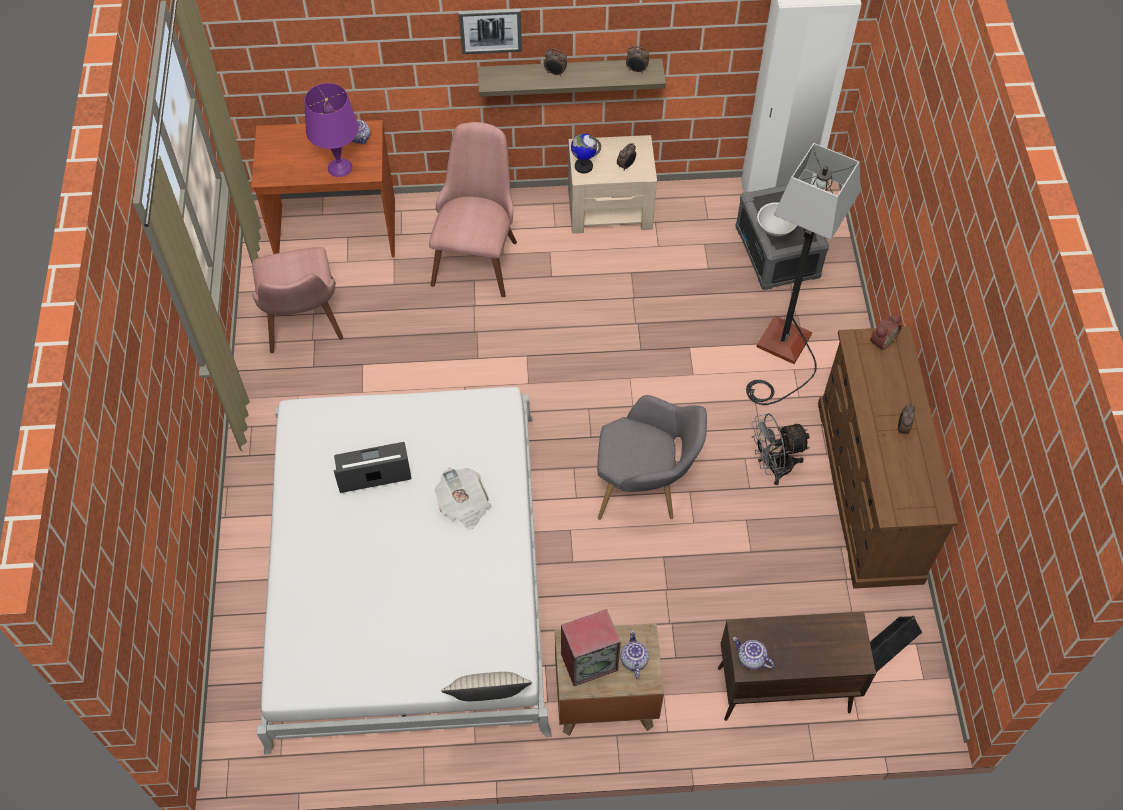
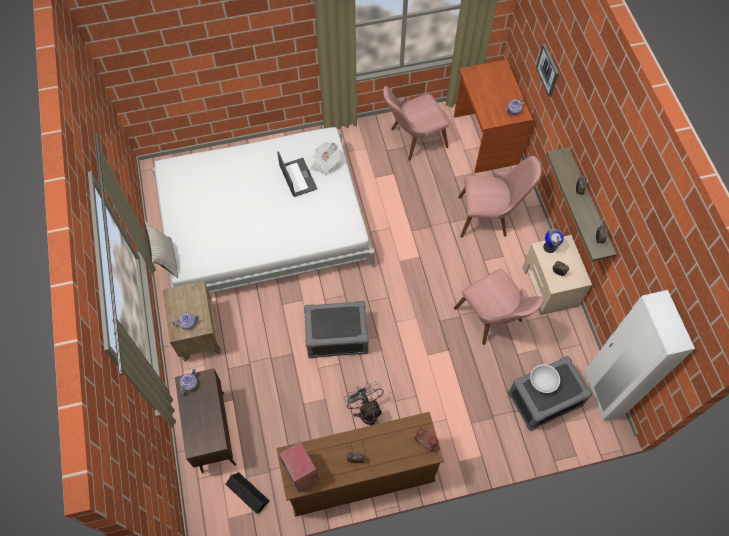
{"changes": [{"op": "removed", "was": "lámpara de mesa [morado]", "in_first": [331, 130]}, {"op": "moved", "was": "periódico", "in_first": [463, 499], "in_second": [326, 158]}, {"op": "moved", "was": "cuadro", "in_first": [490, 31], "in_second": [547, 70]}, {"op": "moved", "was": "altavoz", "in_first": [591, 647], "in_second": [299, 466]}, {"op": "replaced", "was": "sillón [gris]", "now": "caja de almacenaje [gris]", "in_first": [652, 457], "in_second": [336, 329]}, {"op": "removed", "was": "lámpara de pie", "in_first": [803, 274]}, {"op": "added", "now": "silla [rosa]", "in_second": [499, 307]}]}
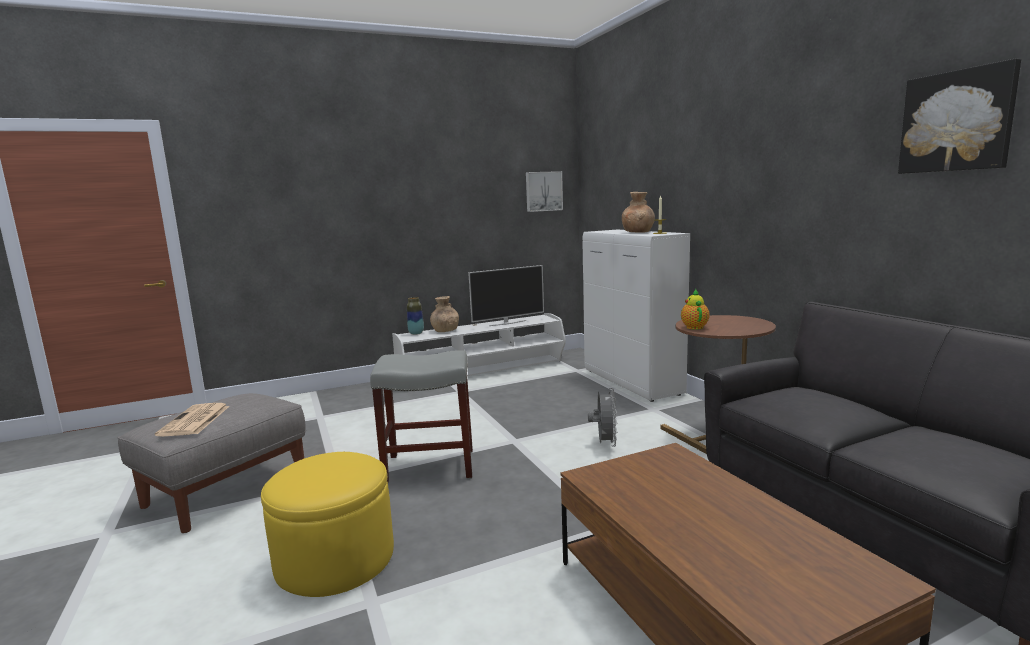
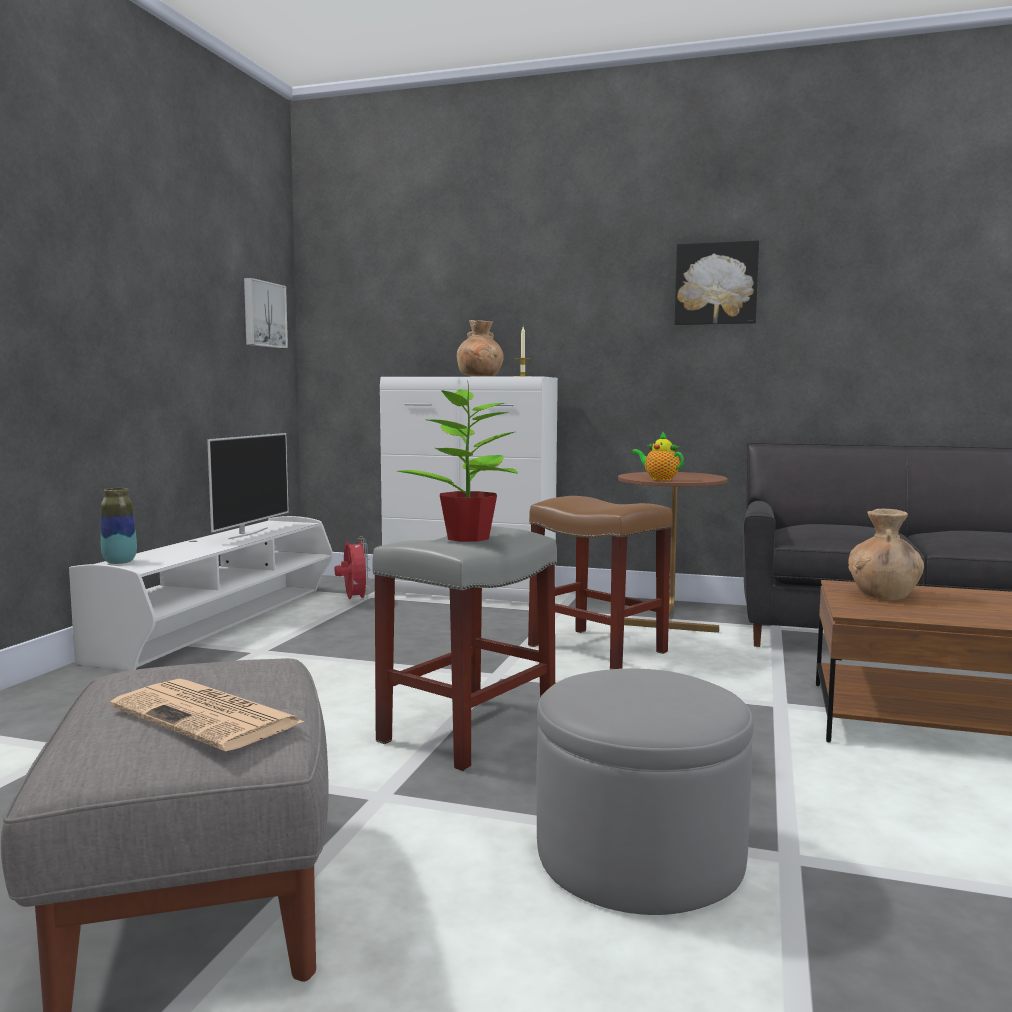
{"changes": [{"op": "recoloured", "was": "puf [amarillo]", "now": "puf [gris]", "in_first": [327, 524], "in_second": [645, 792]}, {"op": "moved", "was": "florero [marrón]", "in_first": [444, 314], "in_second": [886, 554]}, {"op": "replaced", "was": "ventilador [gris]", "now": "taburete [marrón]", "in_first": [602, 417], "in_second": [600, 582]}, {"op": "moved", "was": "cuadro", "in_first": [959, 116], "in_second": [717, 282]}, {"op": "added", "now": "ventilador [rojo]", "in_second": [353, 569]}, {"op": "added", "now": "planta en maceta", "in_second": [457, 461]}]}
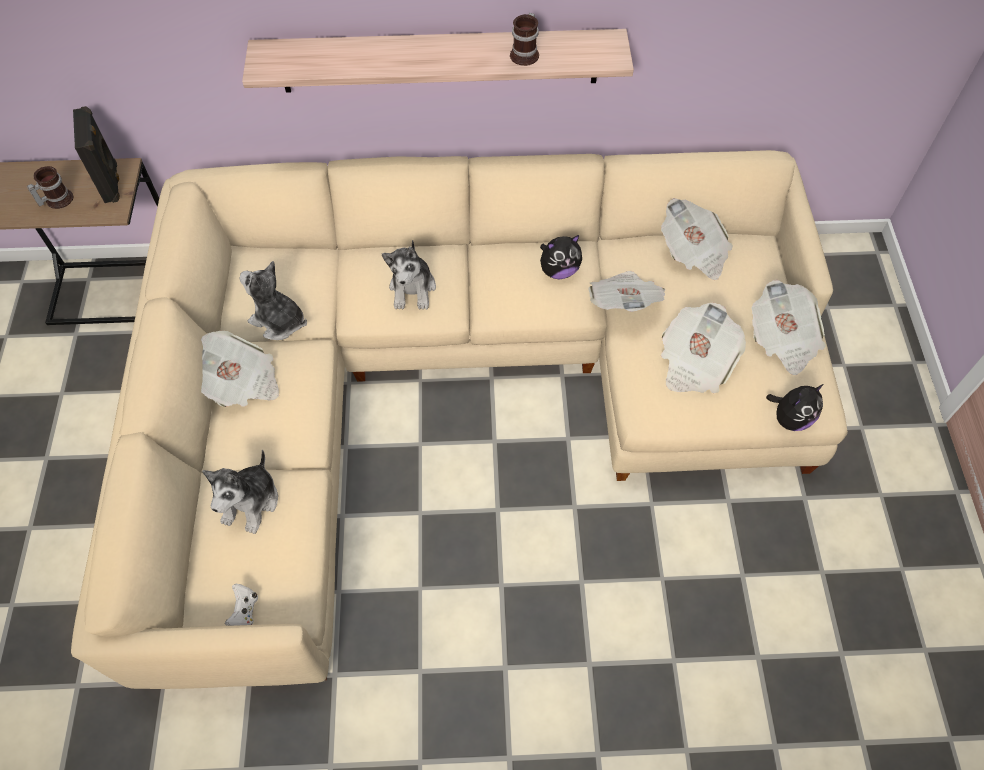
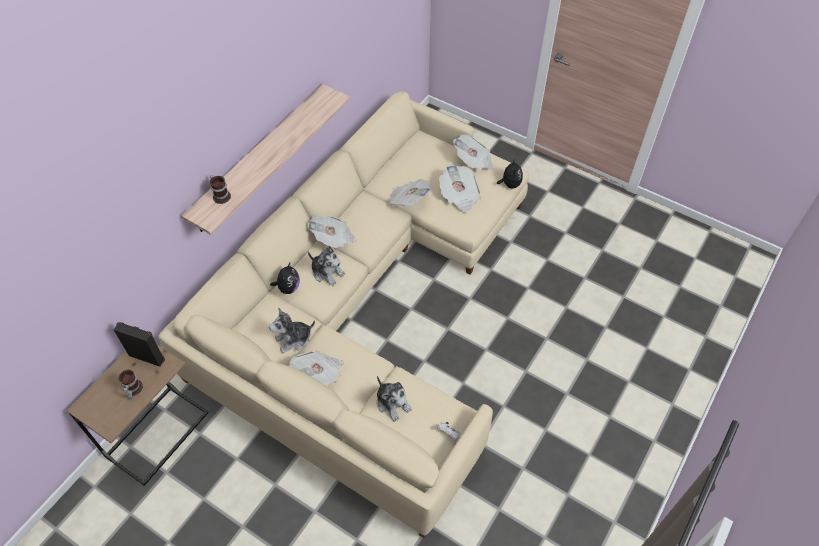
{"changes": [{"op": "moved", "was": "taza grande", "in_first": [524, 39], "in_second": [220, 189]}, {"op": "moved", "was": "peluche", "in_first": [561, 257], "in_second": [285, 278]}, {"op": "moved", "was": "periódico", "in_first": [697, 239], "in_second": [332, 231]}]}
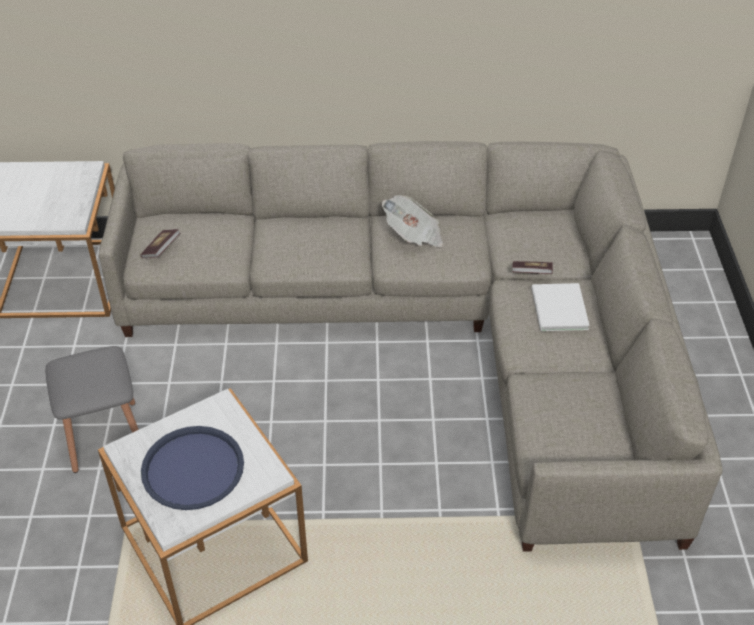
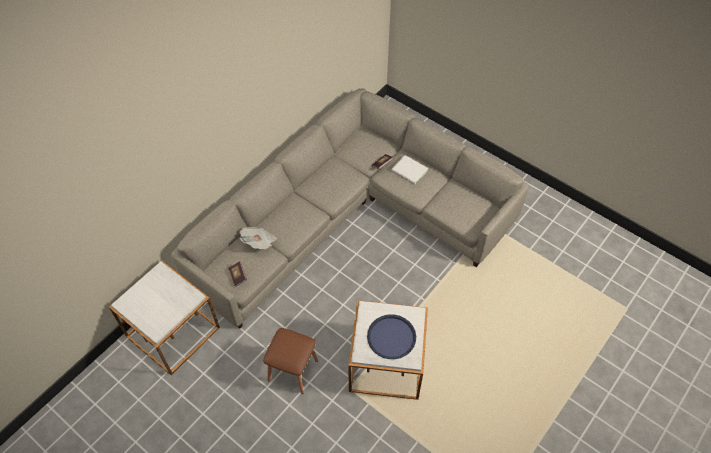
{"changes": [{"op": "recoloured", "was": "taburete [gris]", "now": "taburete [marrón]", "in_first": [92, 409], "in_second": [290, 361]}, {"op": "moved", "was": "periódico", "in_first": [412, 221], "in_second": [258, 238]}]}
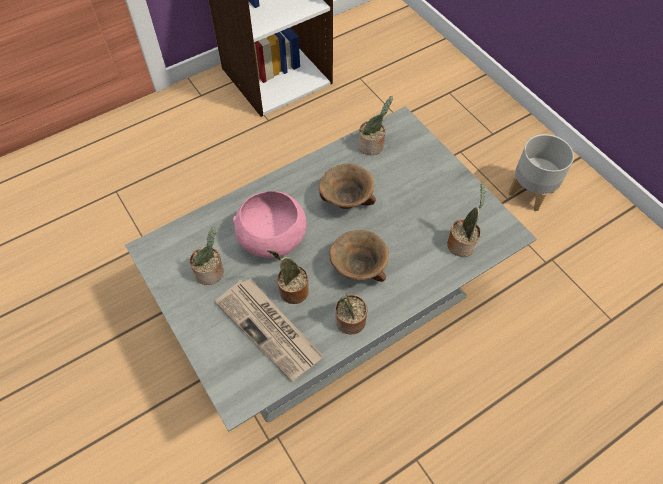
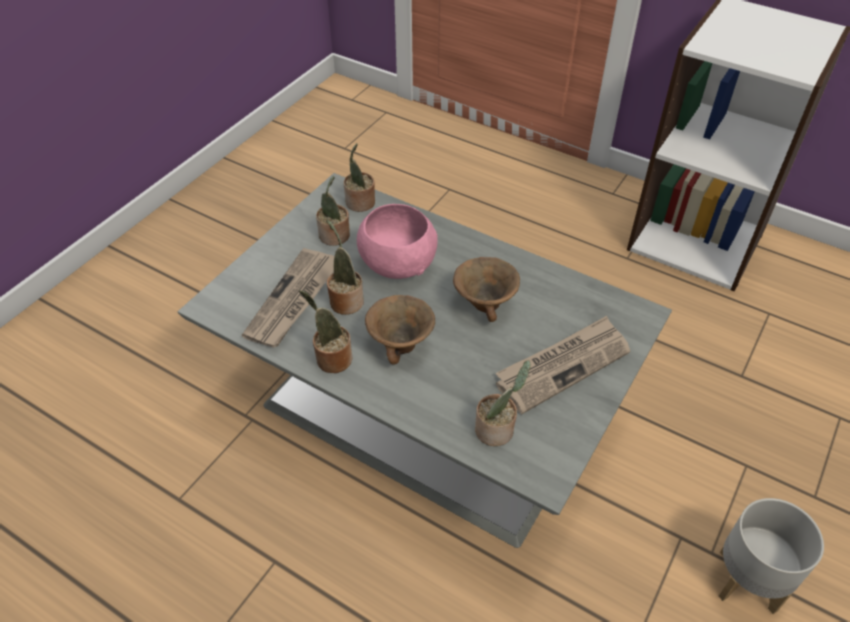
{"changes": [{"op": "moved", "was": "planta en maceta", "in_first": [375, 125], "in_second": [359, 177]}, {"op": "added", "now": "periódico", "in_second": [563, 365]}]}
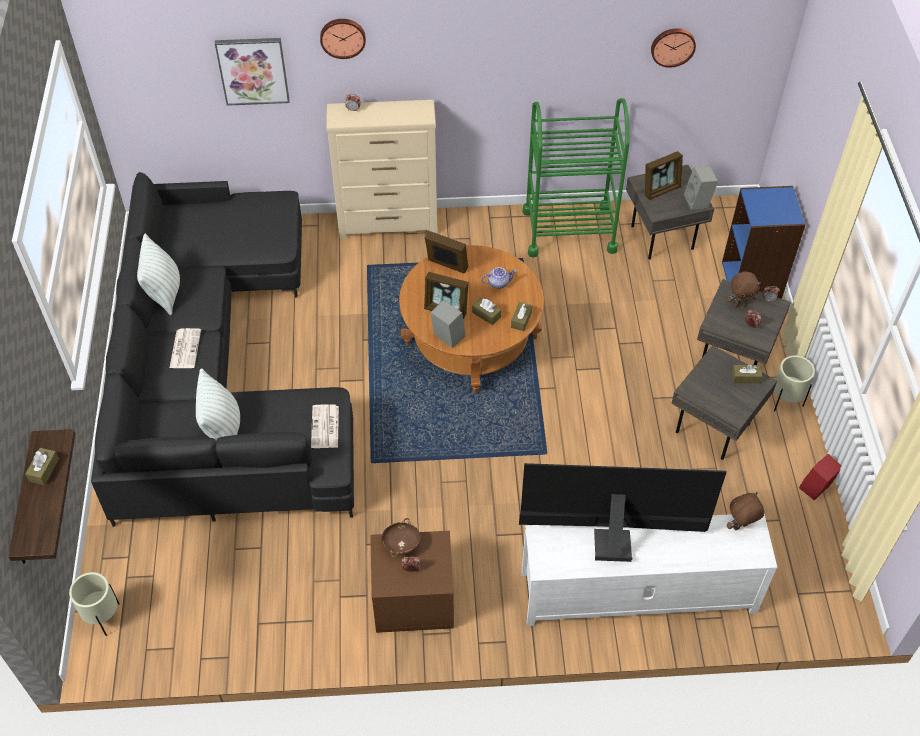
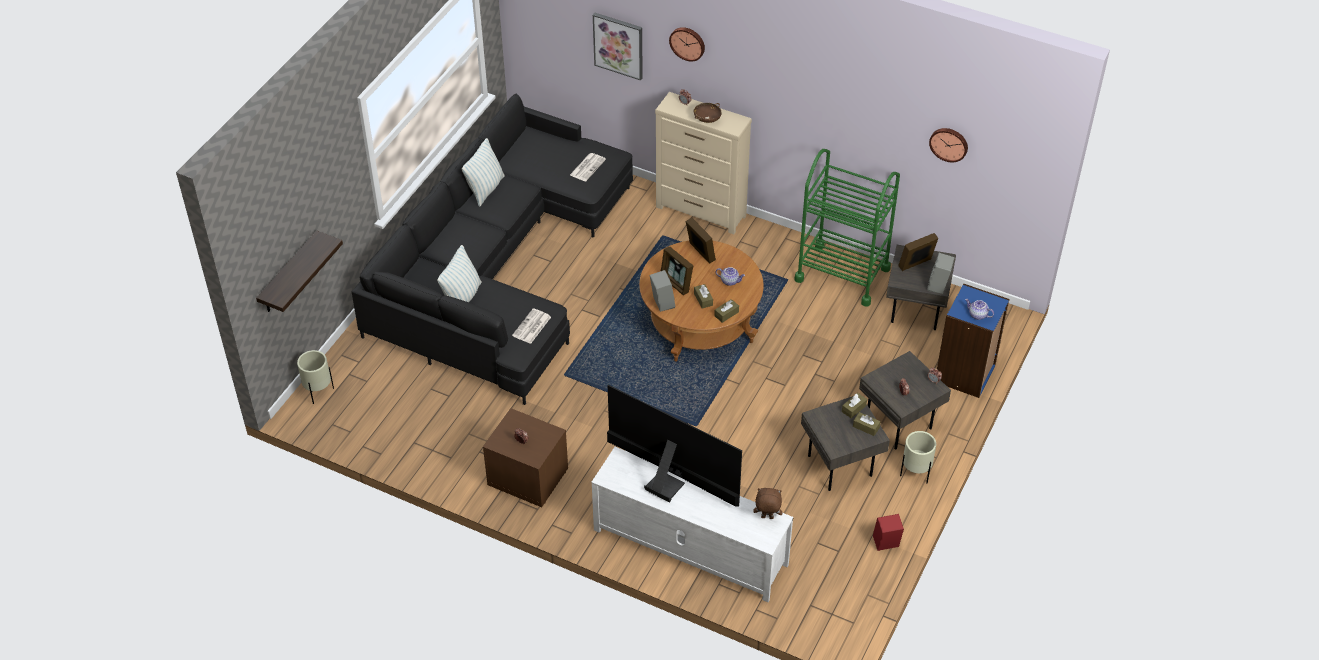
{"changes": [{"op": "moved", "was": "caja de pañuelos [marrón]", "in_first": [42, 466], "in_second": [854, 405]}, {"op": "moved", "was": "periódico", "in_first": [185, 348], "in_second": [588, 167]}, {"op": "moved", "was": "cuenco [marrón]", "in_first": [401, 537], "in_second": [708, 113]}, {"op": "turned", "was": "portarretratos", "in_first": [664, 175], "in_second": [918, 252], "clockwise": 150}, {"op": "removed", "was": "peluche [marrón]", "in_first": [744, 289]}, {"op": "added", "now": "tetera", "in_second": [979, 309]}]}
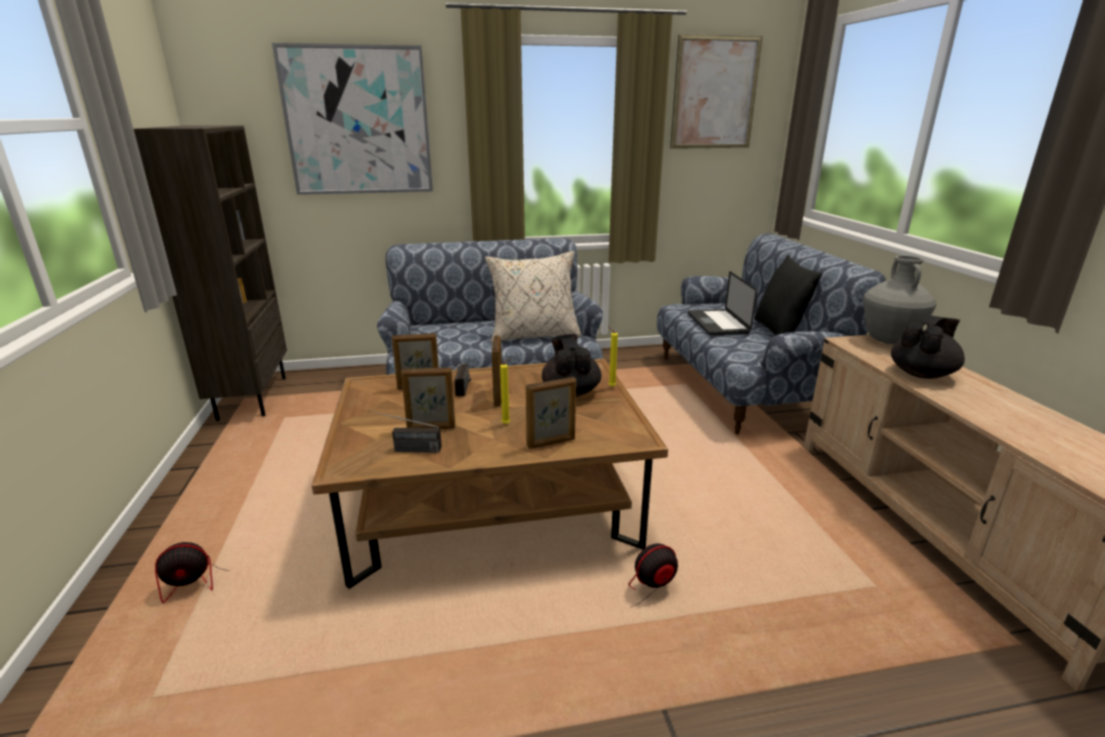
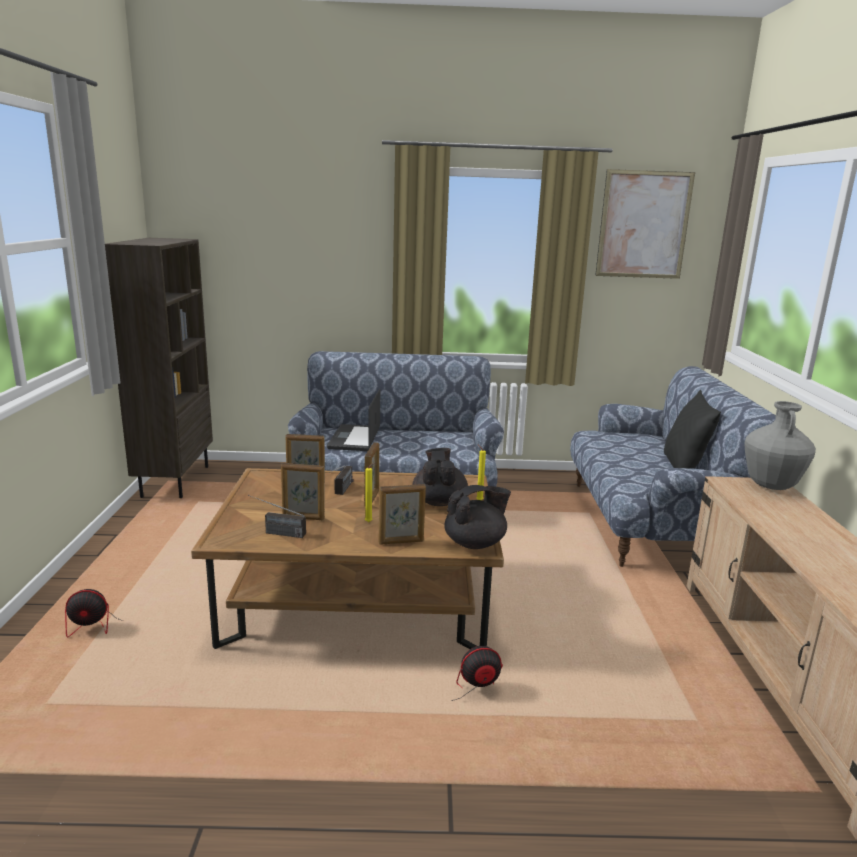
{"changes": [{"op": "removed", "was": "cuadro", "in_first": [352, 119]}, {"op": "removed", "was": "cojín [beis]", "in_first": [533, 297]}, {"op": "moved", "was": "portátil", "in_first": [722, 303], "in_second": [353, 420]}, {"op": "moved", "was": "tetera [negro]", "in_first": [928, 347], "in_second": [477, 517]}]}
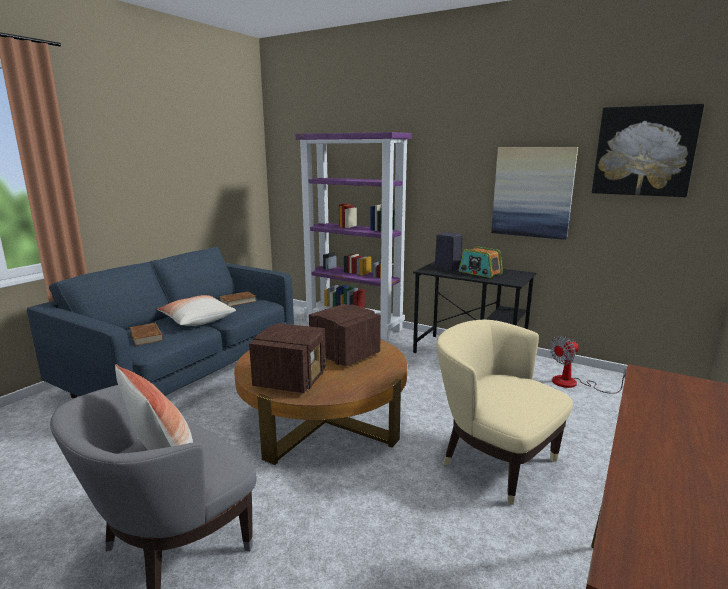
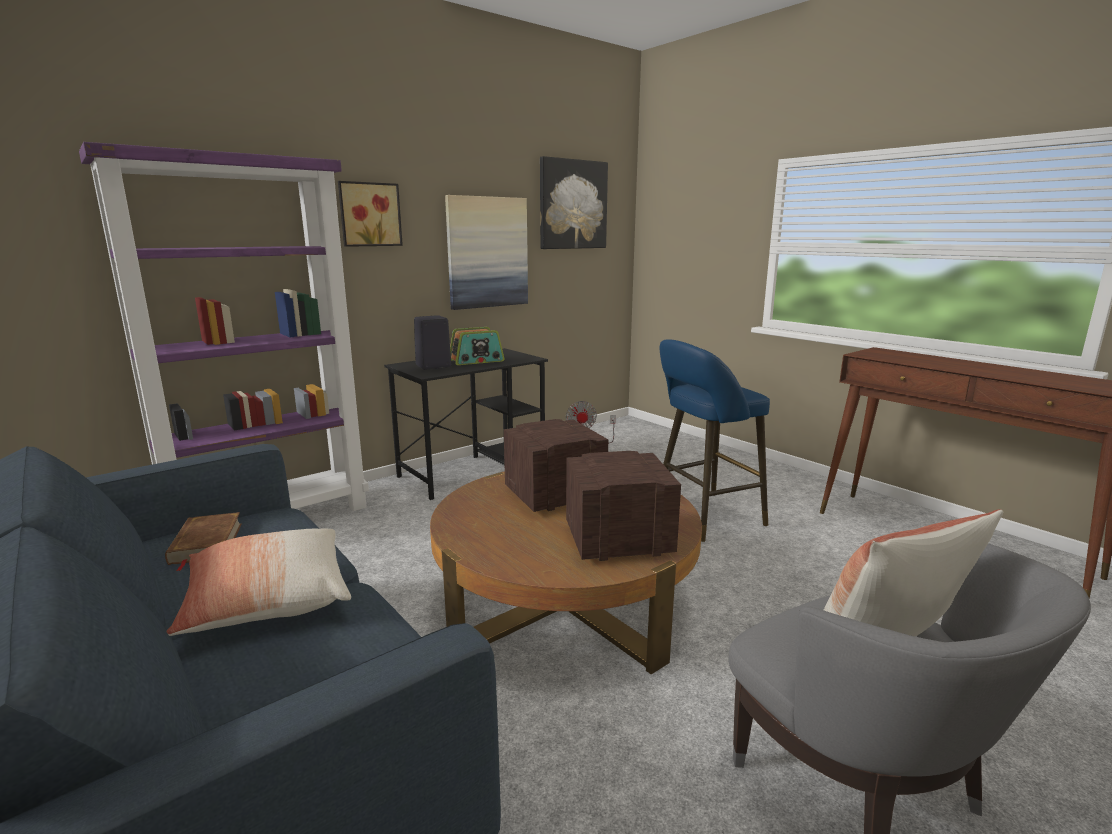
{"changes": [{"op": "removed", "was": "libro [marrón]", "in_first": [146, 334]}, {"op": "turned", "was": "radio", "in_first": [287, 358], "in_second": [623, 506], "clockwise": -45}, {"op": "replaced", "was": "sillón [beis]", "now": "taburete [azul]", "in_first": [504, 412], "in_second": [715, 440]}, {"op": "added", "now": "cuadro", "in_second": [370, 214]}]}
